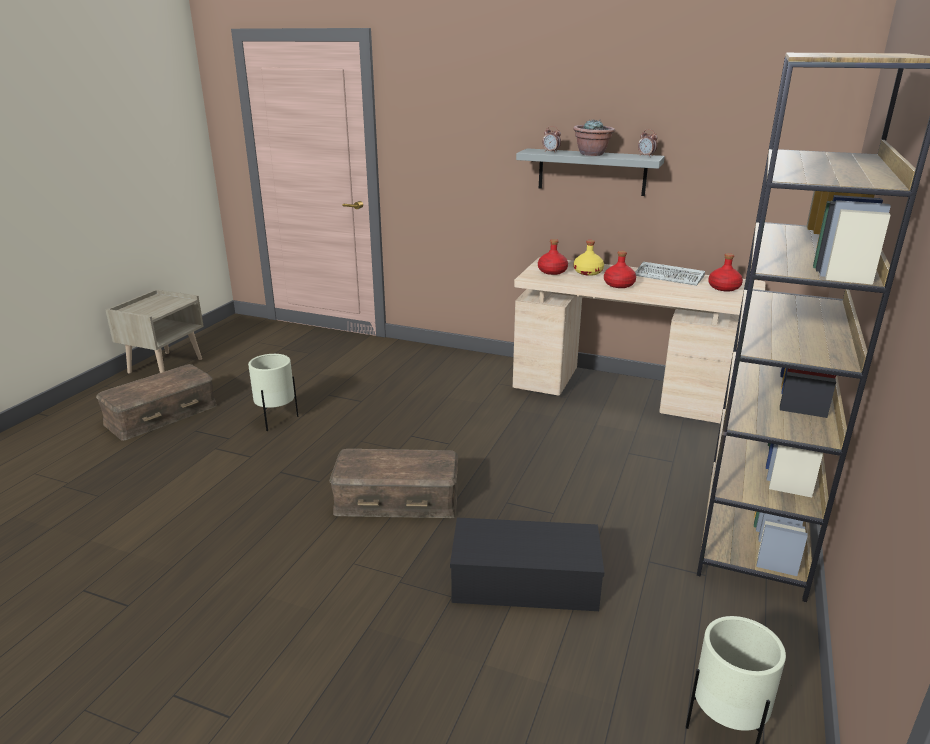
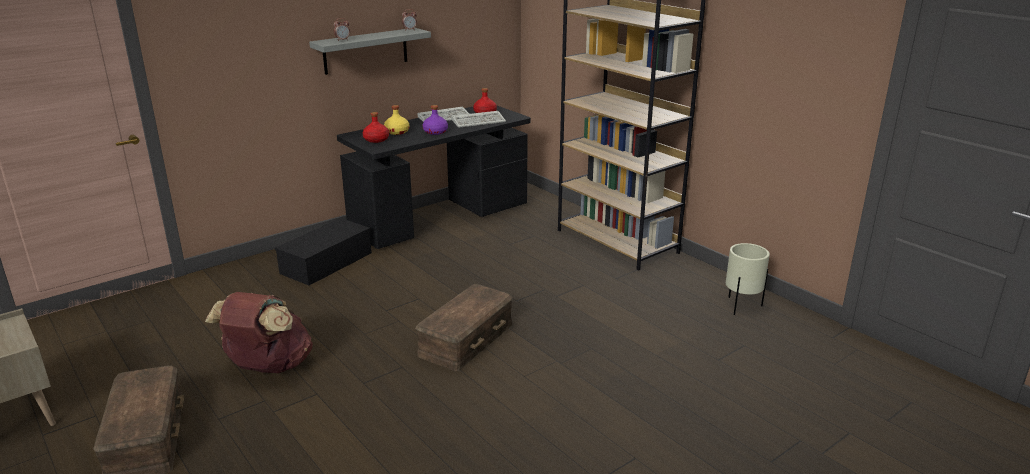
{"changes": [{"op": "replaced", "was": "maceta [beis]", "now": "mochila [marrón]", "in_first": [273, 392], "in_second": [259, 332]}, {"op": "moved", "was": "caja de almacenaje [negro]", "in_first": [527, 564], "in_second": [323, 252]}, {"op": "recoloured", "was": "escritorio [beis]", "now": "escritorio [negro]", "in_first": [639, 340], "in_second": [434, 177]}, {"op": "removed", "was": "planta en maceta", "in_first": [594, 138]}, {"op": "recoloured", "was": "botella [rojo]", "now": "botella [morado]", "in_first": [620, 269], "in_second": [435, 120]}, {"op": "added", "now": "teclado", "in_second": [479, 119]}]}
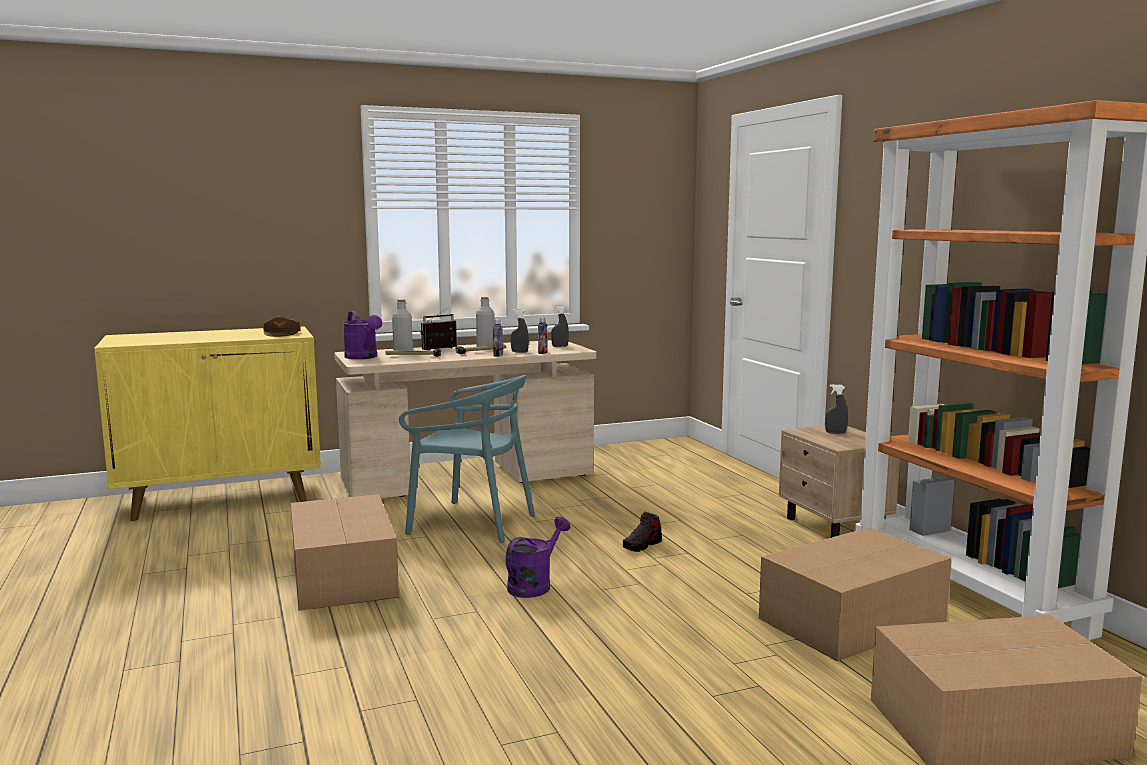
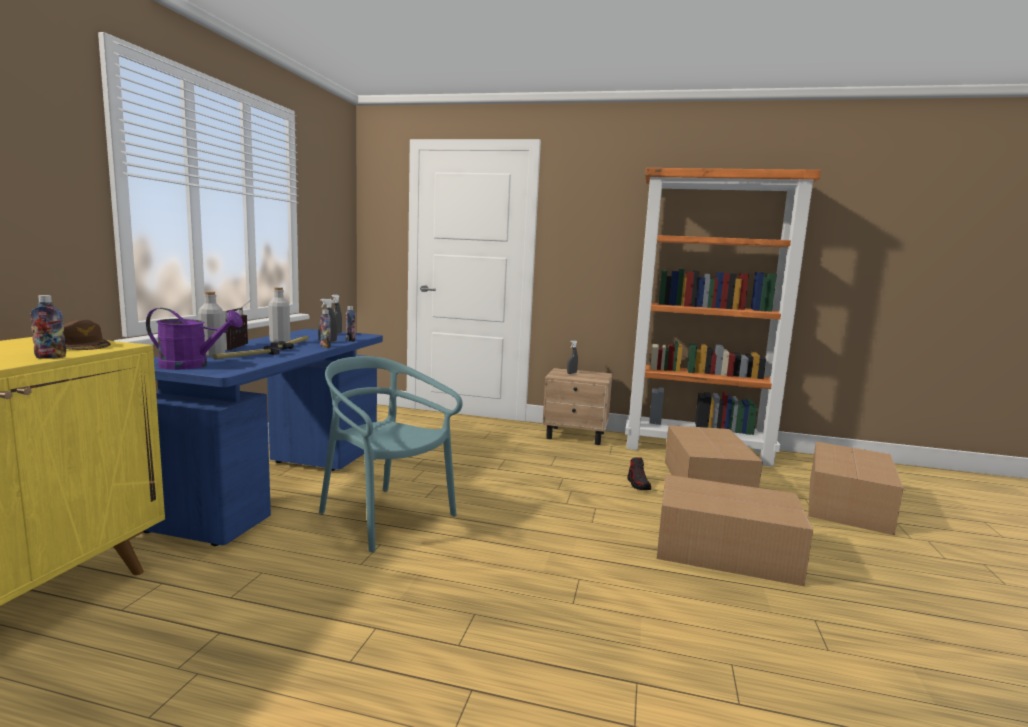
{"changes": [{"op": "moved", "was": "caja de cartón", "in_first": [345, 552], "in_second": [735, 530]}, {"op": "recoloured", "was": "escritorio [beis]", "now": "escritorio [azul]", "in_first": [465, 419], "in_second": [263, 437]}, {"op": "turned", "was": "silla [turquesa]", "in_first": [467, 459], "in_second": [391, 454], "clockwise": -105}, {"op": "removed", "was": "regadera [morado]", "in_first": [538, 557]}, {"op": "moved", "was": "zapato", "in_first": [642, 532], "in_second": [639, 473]}, {"op": "added", "now": "botella", "in_second": [48, 327]}]}
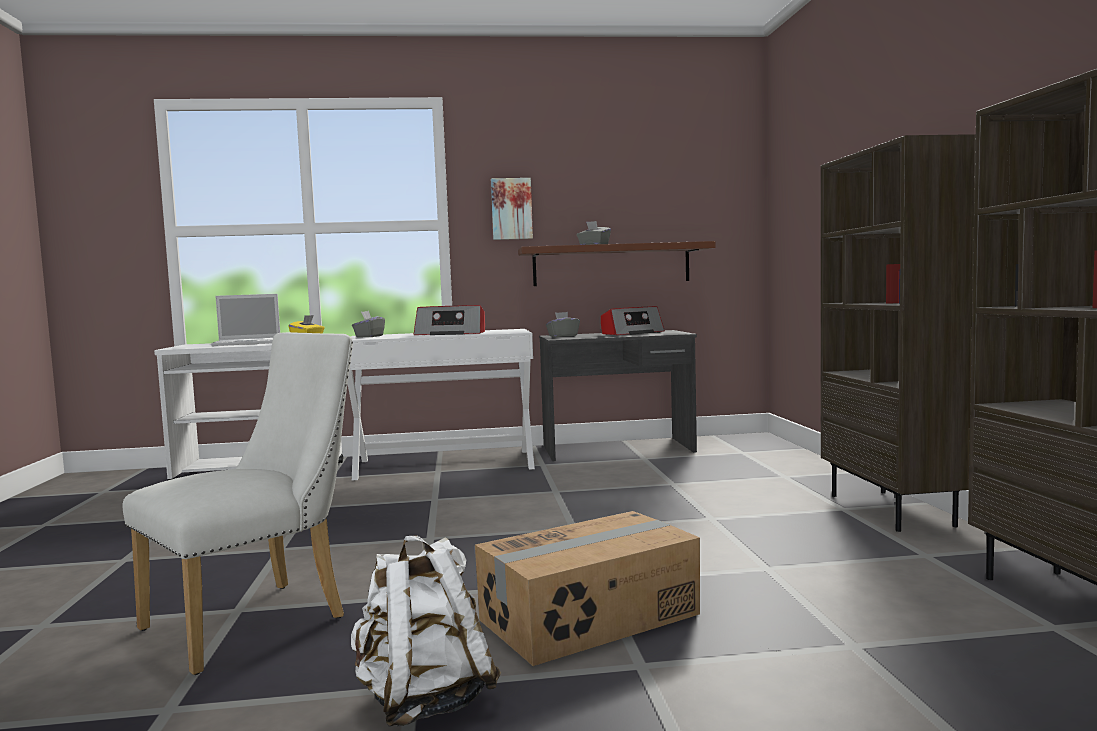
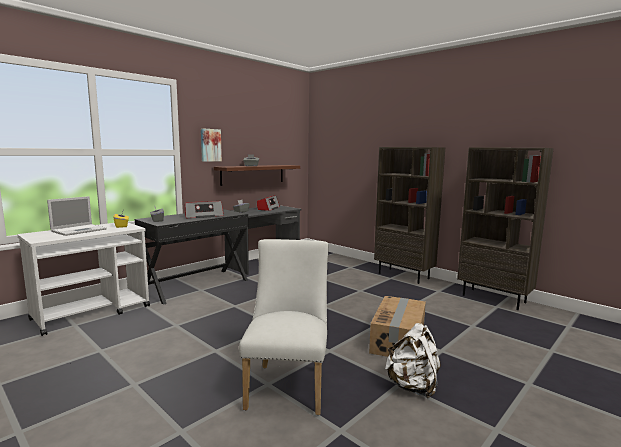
{"changes": [{"op": "recoloured", "was": "escritorio [blanco]", "now": "escritorio [negro]", "in_first": [441, 404], "in_second": [191, 257]}]}
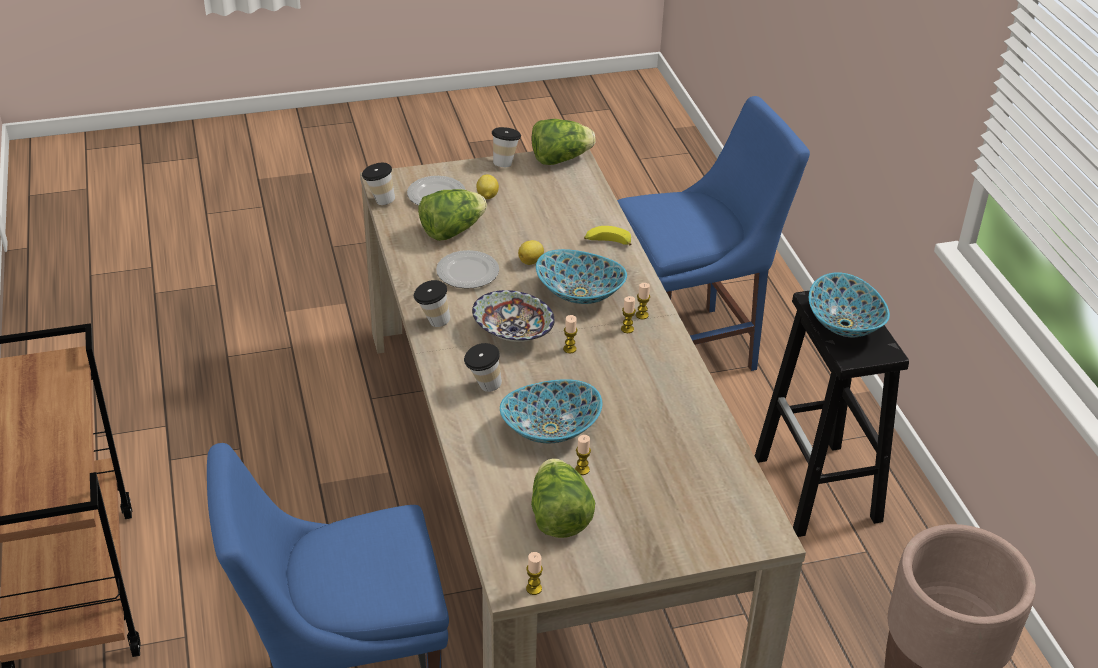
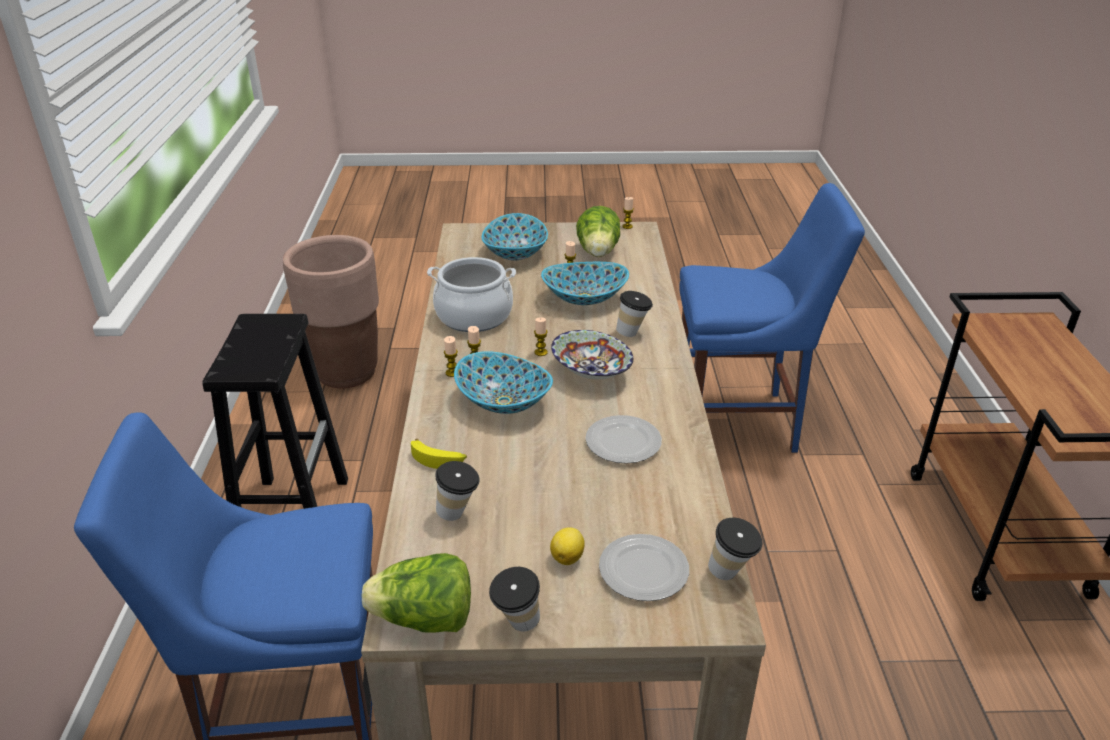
{"changes": [{"op": "moved", "was": "taza", "in_first": [432, 303], "in_second": [457, 491]}, {"op": "removed", "was": "lechuga", "in_first": [452, 215]}, {"op": "removed", "was": "limón", "in_first": [531, 252]}, {"op": "moved", "was": "cuenco", "in_first": [849, 304], "in_second": [515, 237]}, {"op": "added", "now": "olla", "in_second": [471, 294]}]}
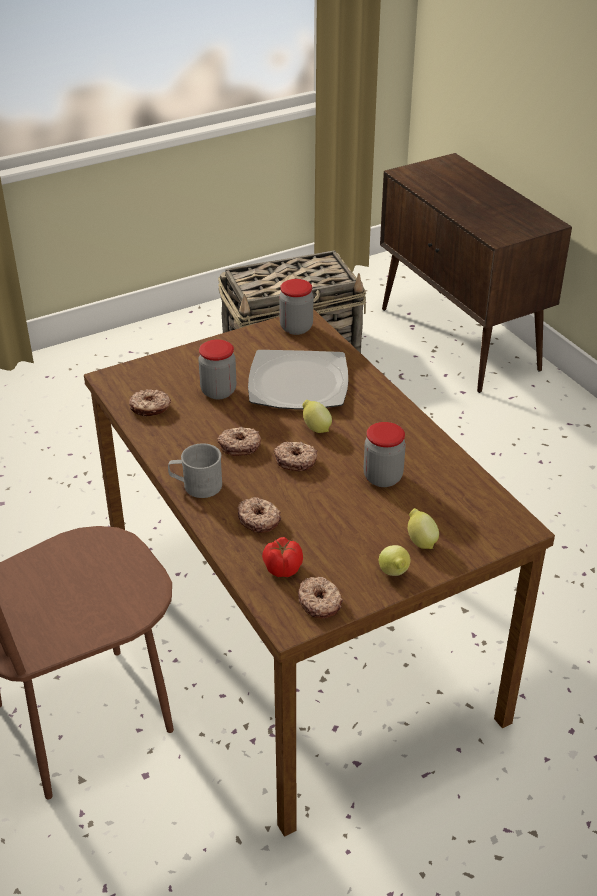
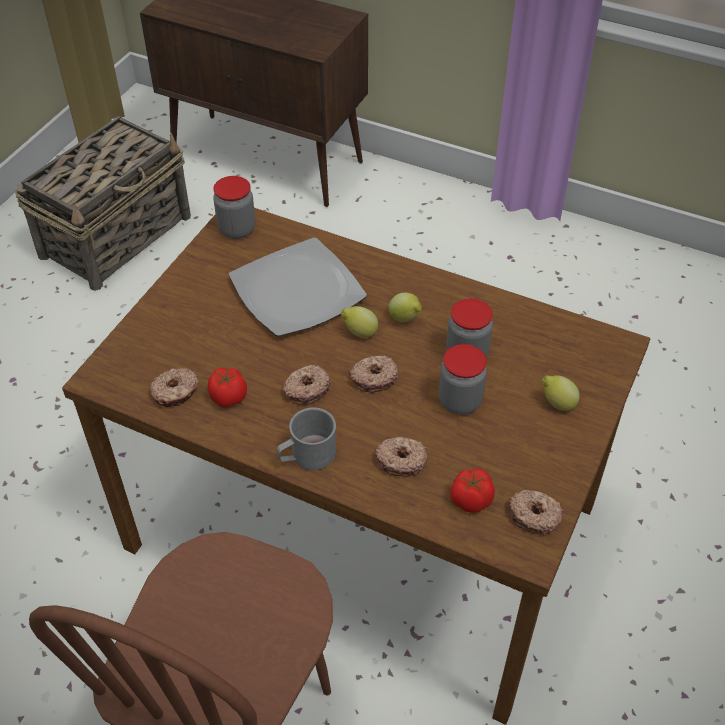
{"changes": [{"op": "moved", "was": "tarro", "in_first": [217, 369], "in_second": [463, 379]}, {"op": "moved", "was": "limón", "in_first": [394, 560], "in_second": [405, 307]}, {"op": "added", "now": "tomate", "in_second": [227, 388]}]}
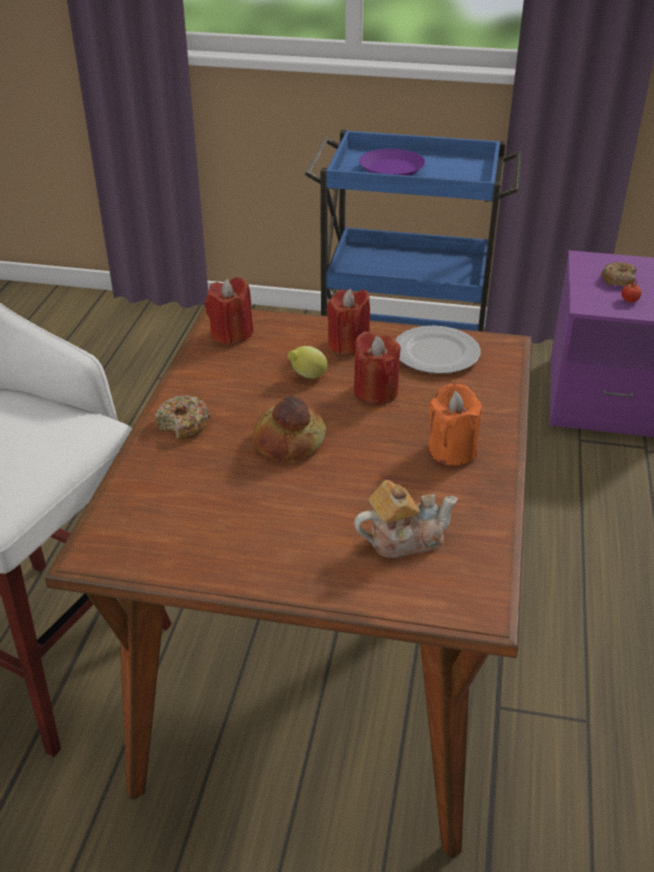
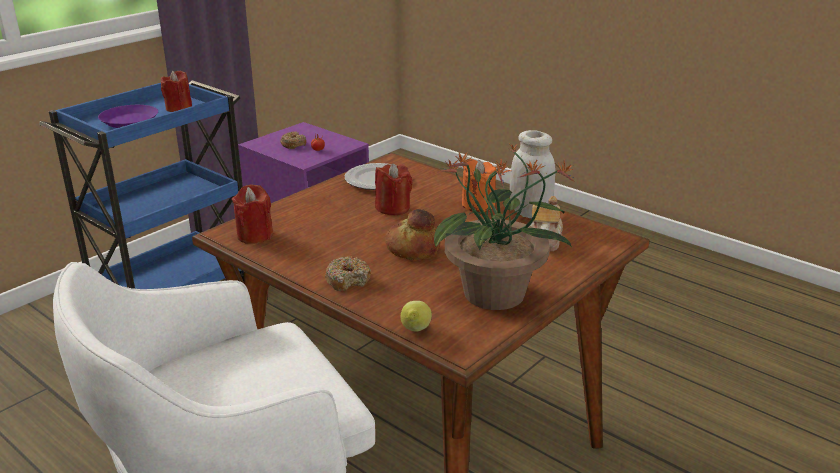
{"changes": [{"op": "moved", "was": "limón", "in_first": [307, 362], "in_second": [416, 316]}, {"op": "moved", "was": "vela [rojo]", "in_first": [348, 322], "in_second": [176, 91]}, {"op": "added", "now": "planta en maceta", "in_second": [504, 227]}, {"op": "added", "now": "tarro [blanco]", "in_second": [533, 174]}]}
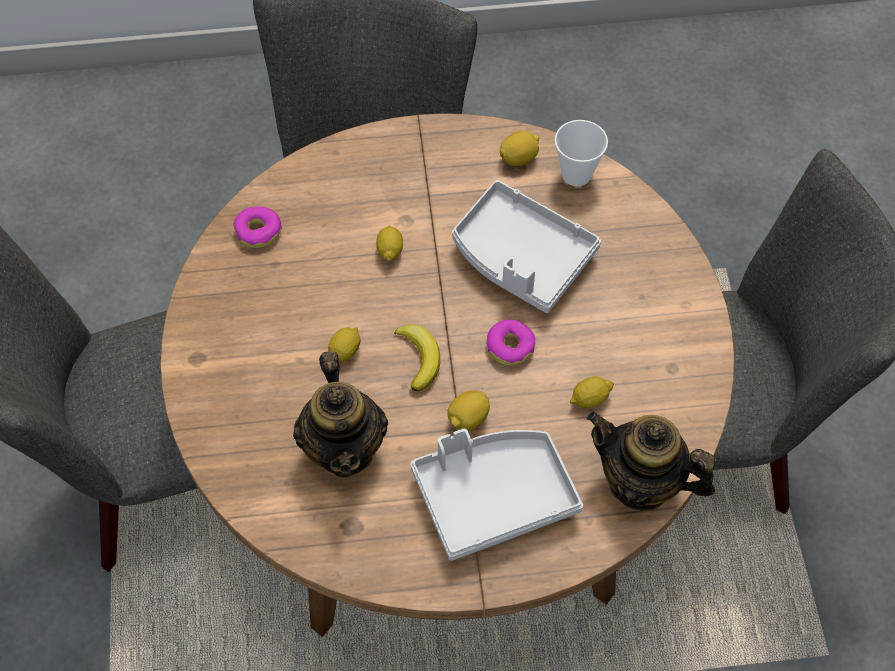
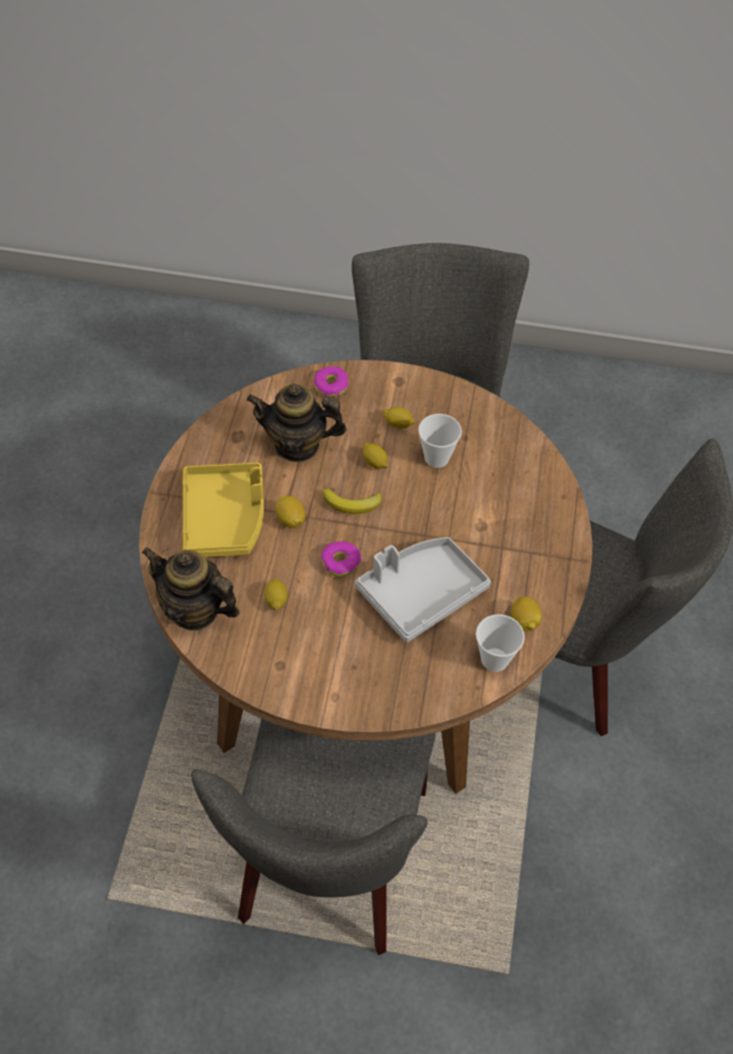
{"changes": [{"op": "moved", "was": "rosquilla", "in_first": [258, 227], "in_second": [331, 381]}, {"op": "moved", "was": "limón", "in_first": [389, 243], "in_second": [399, 418]}, {"op": "recoloured", "was": "bandeja [gris]", "now": "bandeja [amarillo]", "in_first": [496, 495], "in_second": [223, 510]}, {"op": "turned", "was": "tetera", "in_first": [651, 461], "in_second": [191, 589], "clockwise": -105}, {"op": "added", "now": "taza", "in_second": [440, 441]}]}
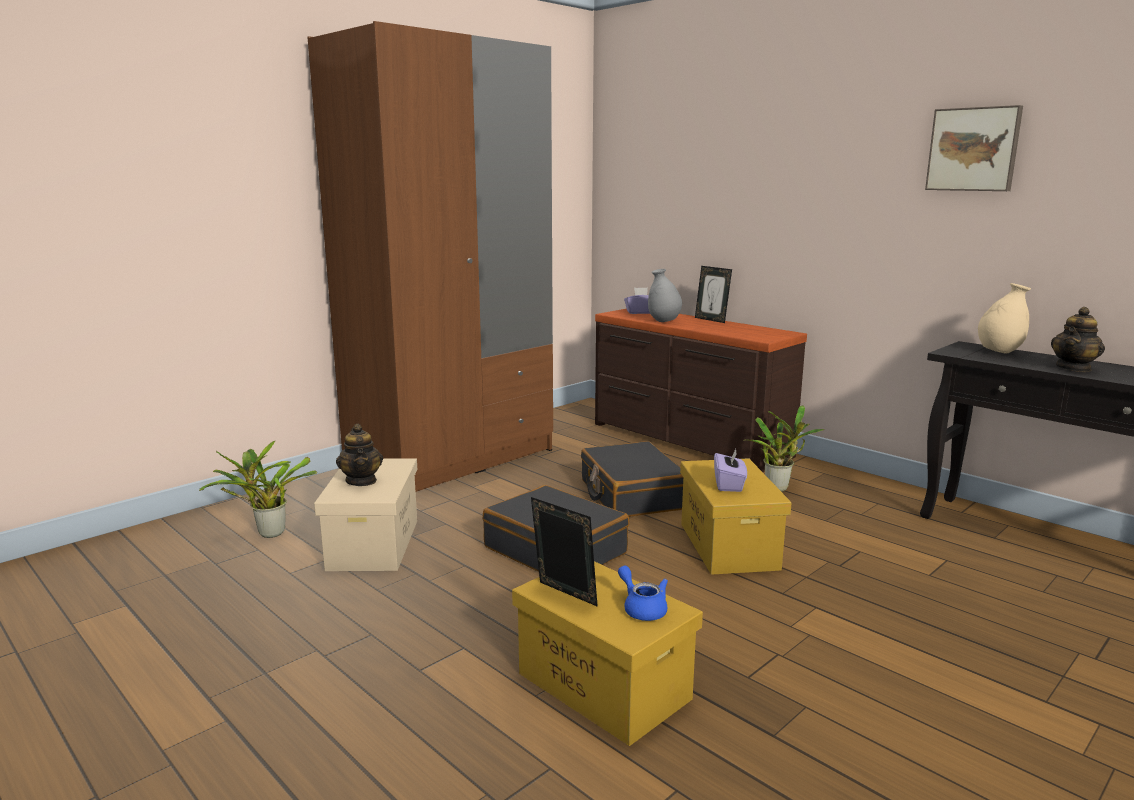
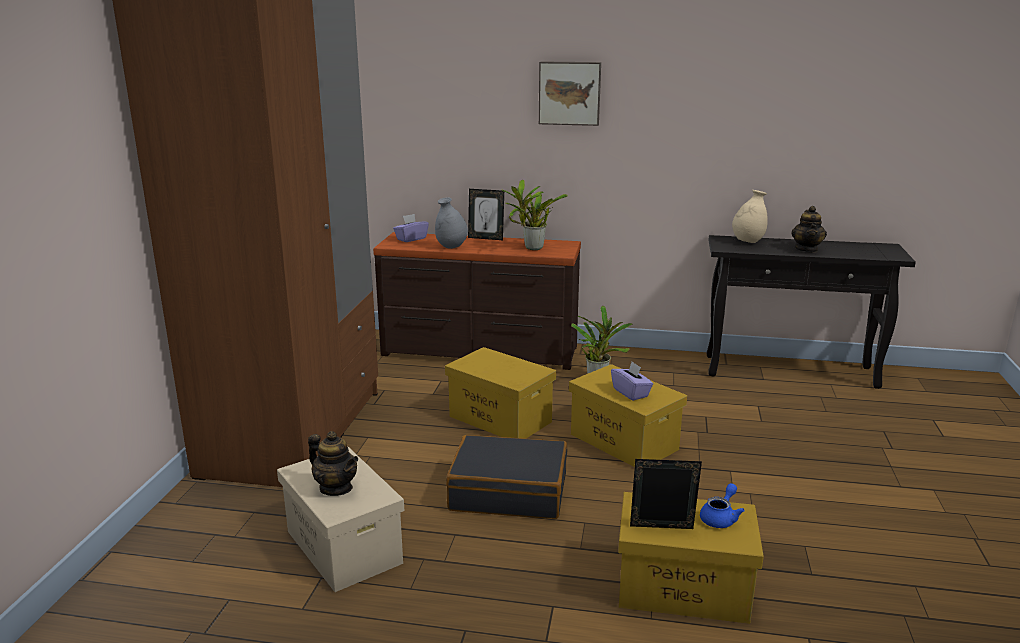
{"changes": [{"op": "moved", "was": "planta en maceta", "in_first": [258, 489], "in_second": [534, 215]}, {"op": "replaced", "was": "maleta [negro]", "now": "caja de almacenaje [amarillo]", "in_first": [632, 479], "in_second": [500, 393]}, {"op": "turned", "was": "tetera [azul]", "in_first": [643, 593], "in_second": [722, 505], "clockwise": 105}, {"op": "moved", "was": "cuadro", "in_first": [974, 148], "in_second": [570, 93]}]}
